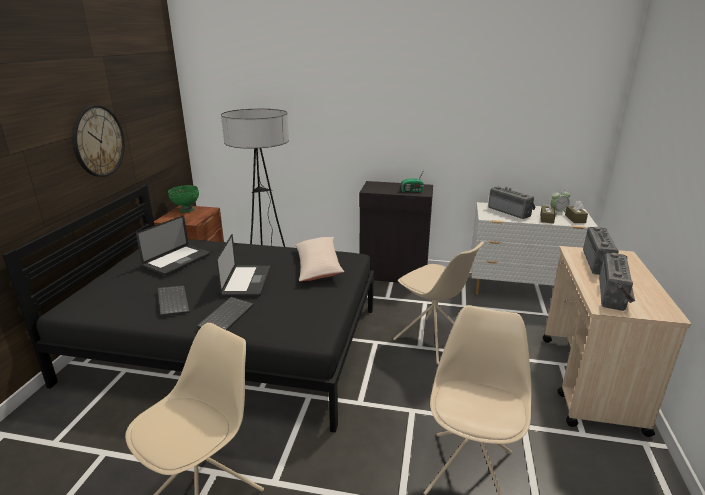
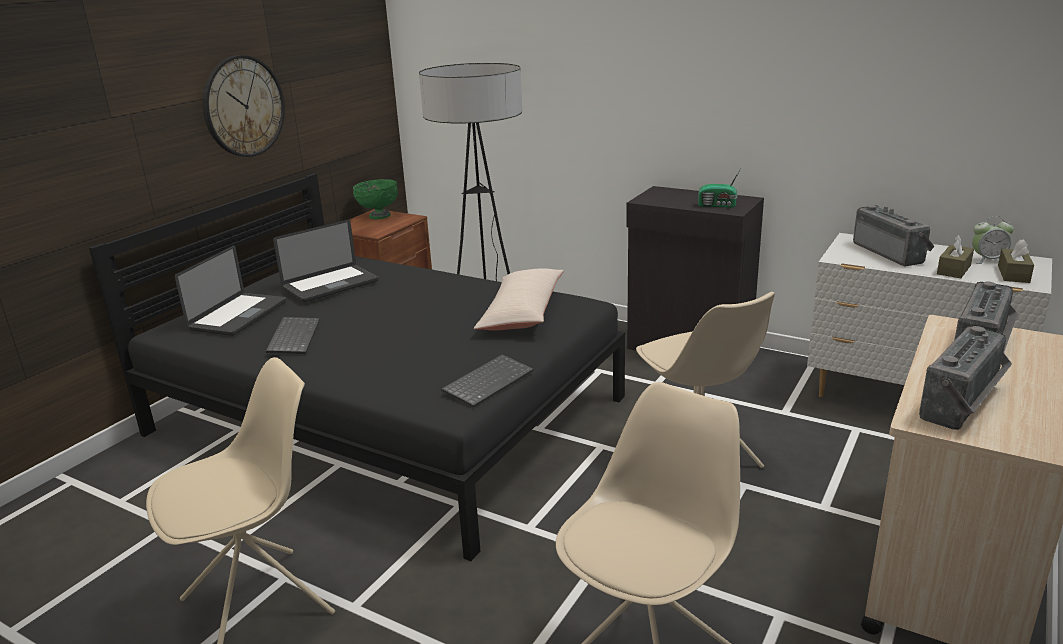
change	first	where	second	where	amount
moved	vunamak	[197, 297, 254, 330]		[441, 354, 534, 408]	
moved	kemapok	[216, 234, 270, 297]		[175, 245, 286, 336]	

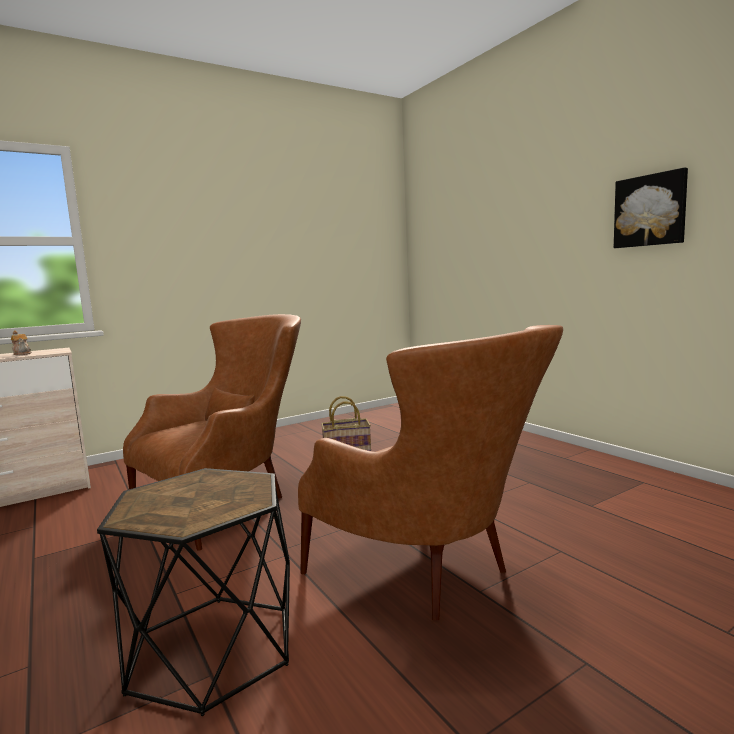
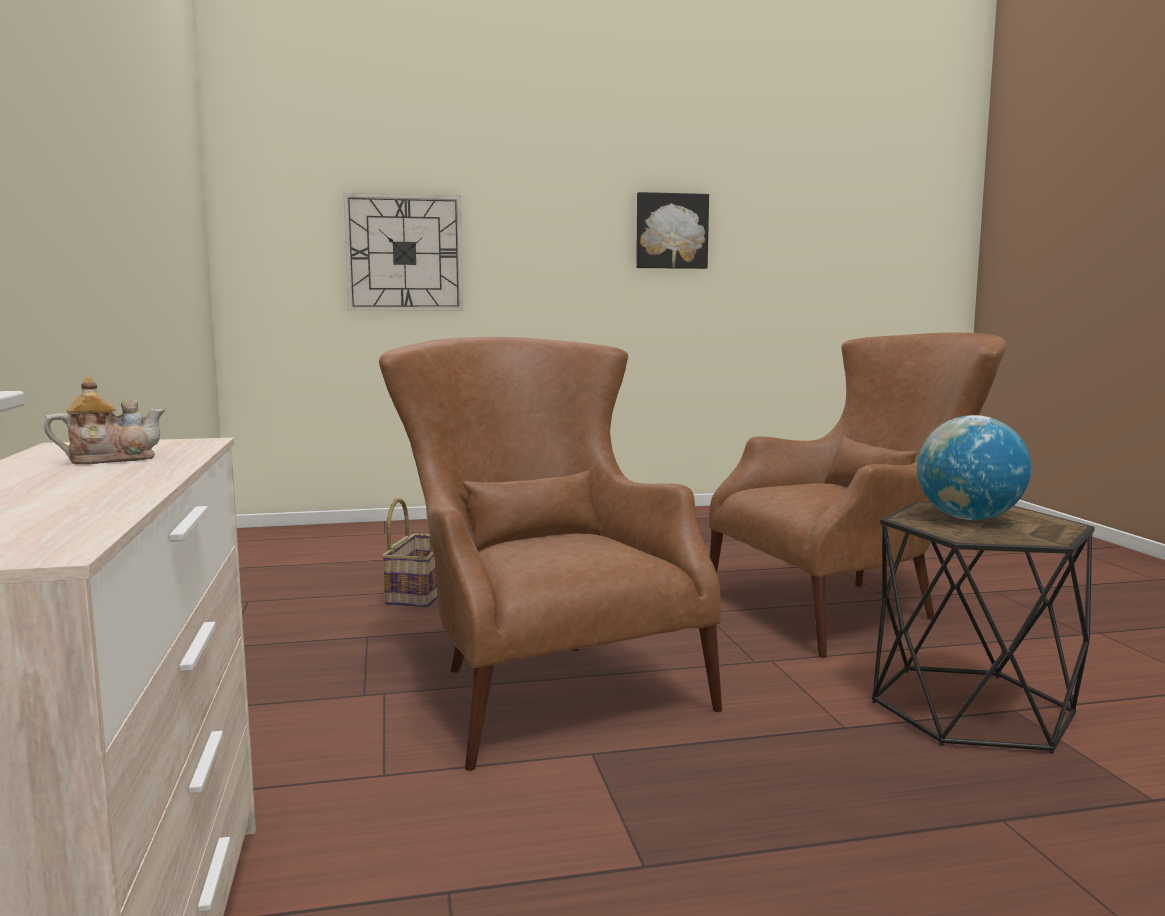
change	first	where	second	where	amount
added			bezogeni	[343, 193, 463, 311]	
added			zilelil	[917, 415, 1031, 520]	

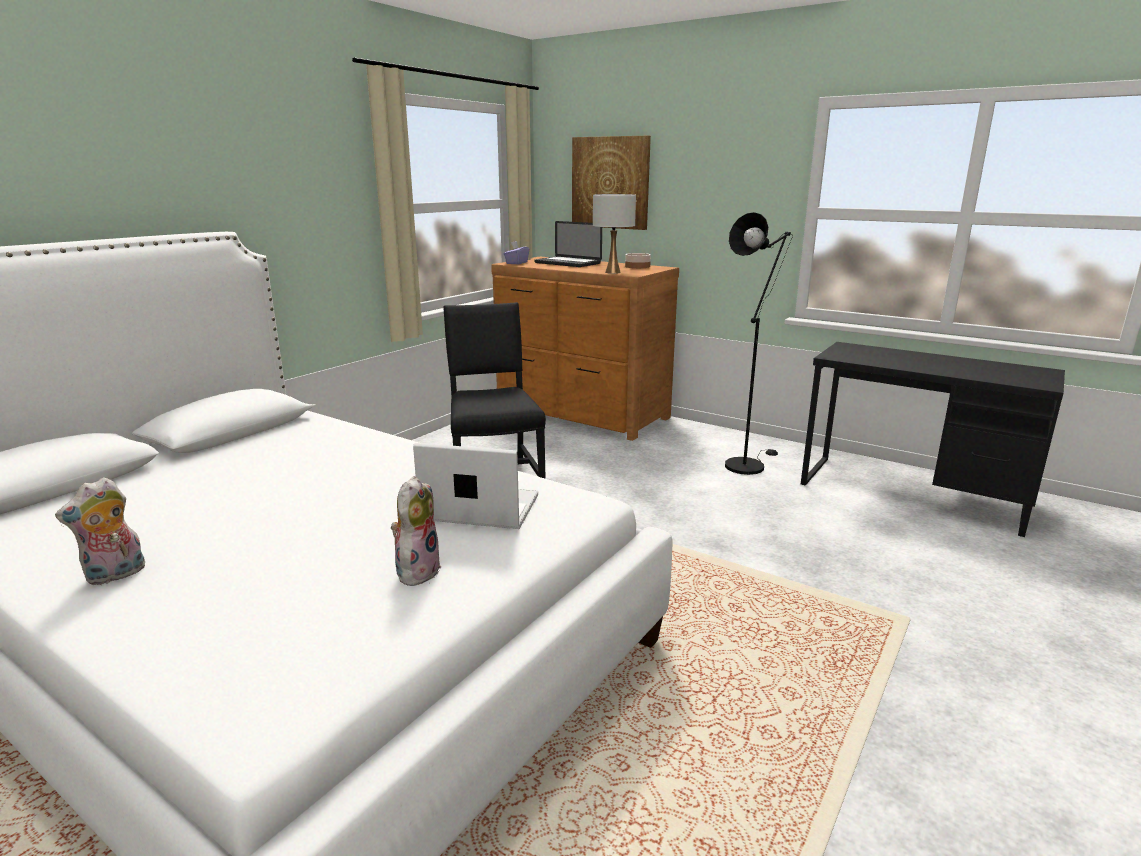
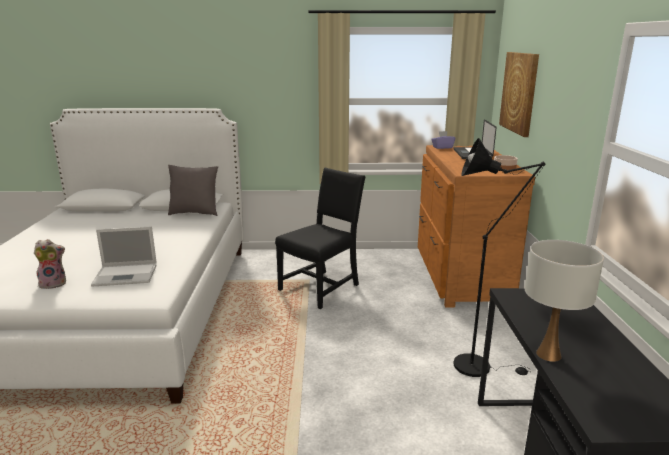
change	first	where	second	where	amount
removed	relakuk	[55, 477, 145, 585]			
added			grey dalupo	[168, 165, 218, 216]	
moved	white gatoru	[593, 194, 636, 274]		[525, 240, 604, 362]	
turned	kemapok	[413, 443, 538, 529]		[91, 227, 157, 287]	105 degrees clockwise

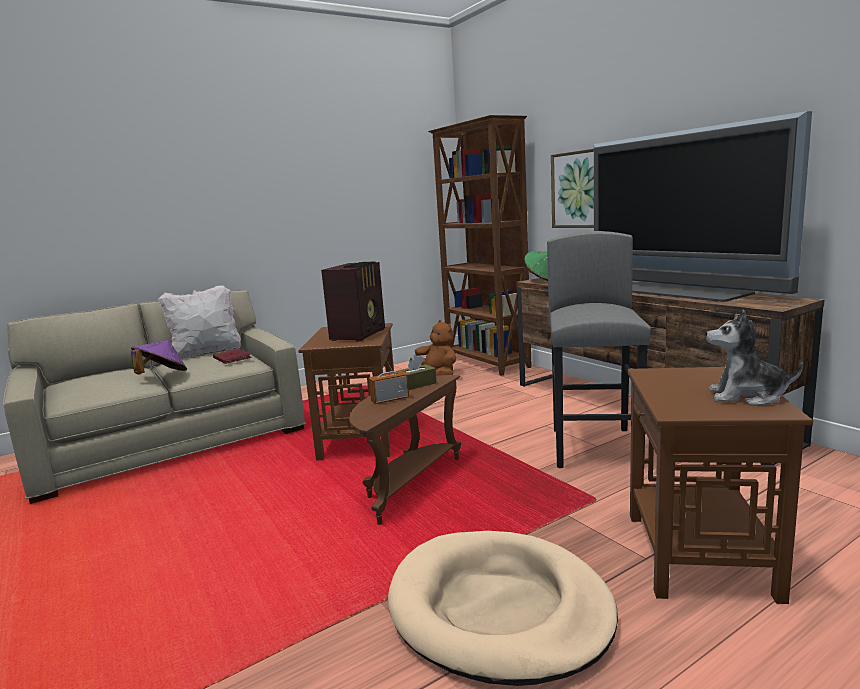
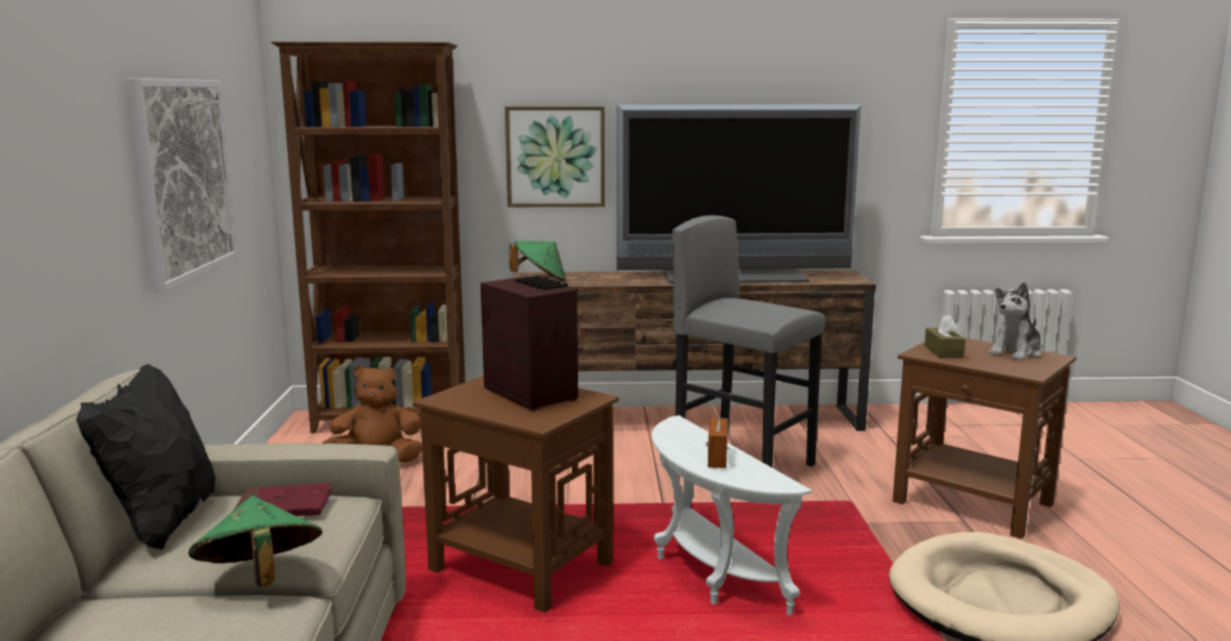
change	first	where	second	where	amount
added			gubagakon	[128, 78, 238, 293]	
moved	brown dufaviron	[396, 355, 437, 390]		[924, 315, 965, 358]	
recoloured	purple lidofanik	[131, 340, 187, 374]	green lidofanik	[189, 496, 322, 586]	
recoloured	white dalupo	[158, 285, 241, 360]	black dalupo	[76, 364, 216, 549]	
recoloured	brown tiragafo	[349, 375, 461, 525]	white tiragafo	[652, 415, 812, 615]	

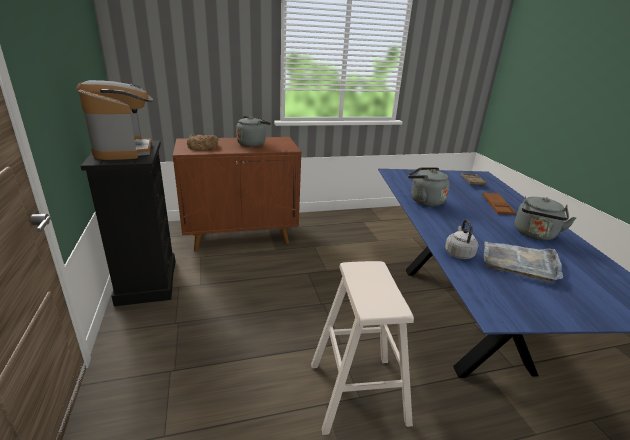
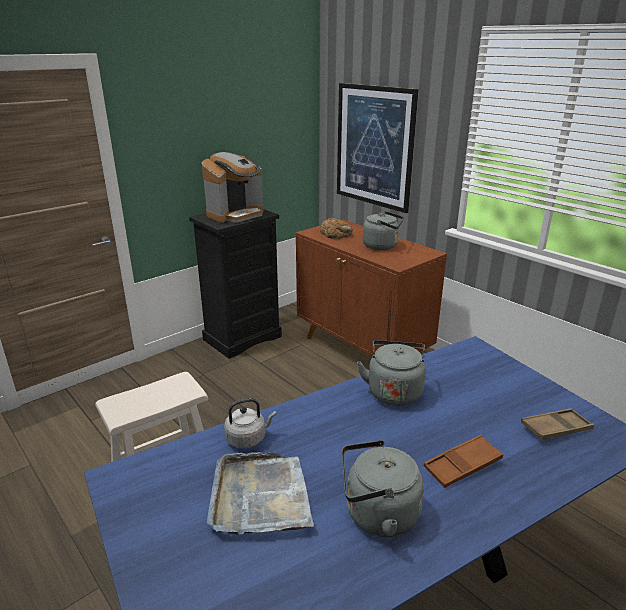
change	first	where	second	where	amount
added			gubagakon	[337, 83, 419, 213]	

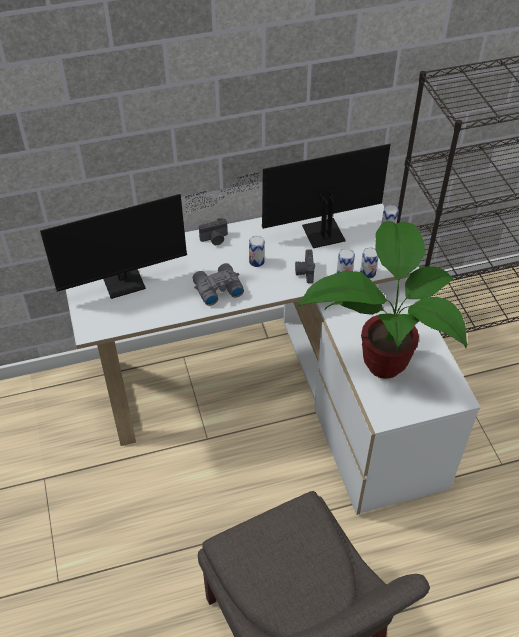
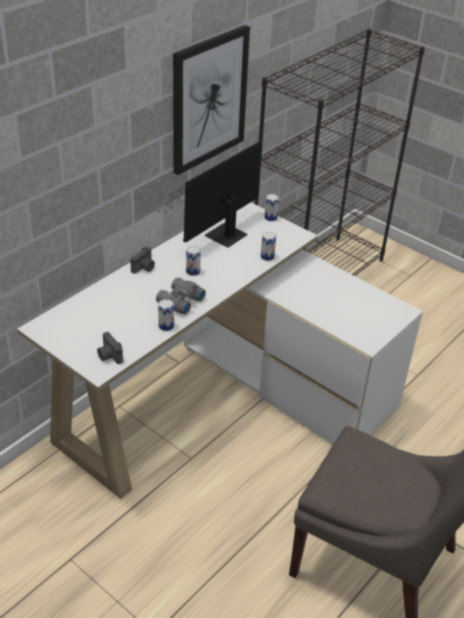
change	first	where	second	where	amount
removed	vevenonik	[40, 191, 225, 299]			
removed	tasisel	[297, 221, 467, 379]			
added			gubagakon	[173, 25, 250, 175]	
moved	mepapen	[295, 249, 315, 283]		[97, 332, 123, 364]	
moved	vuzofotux	[360, 247, 378, 279]		[158, 299, 174, 331]	

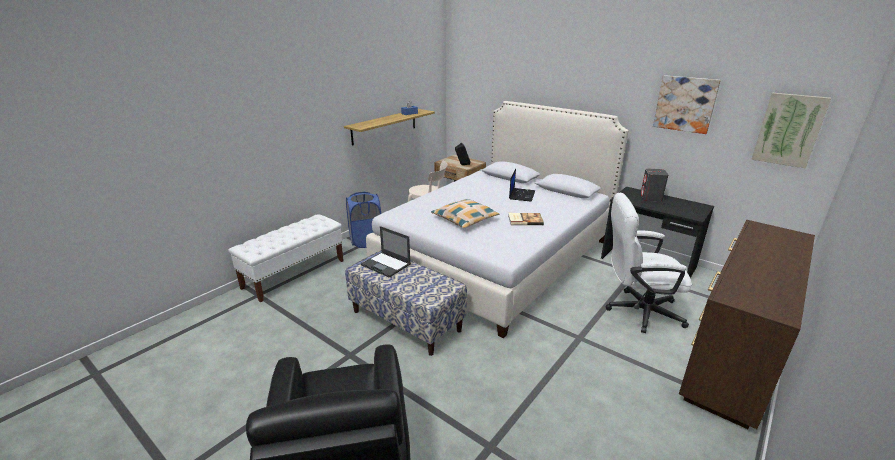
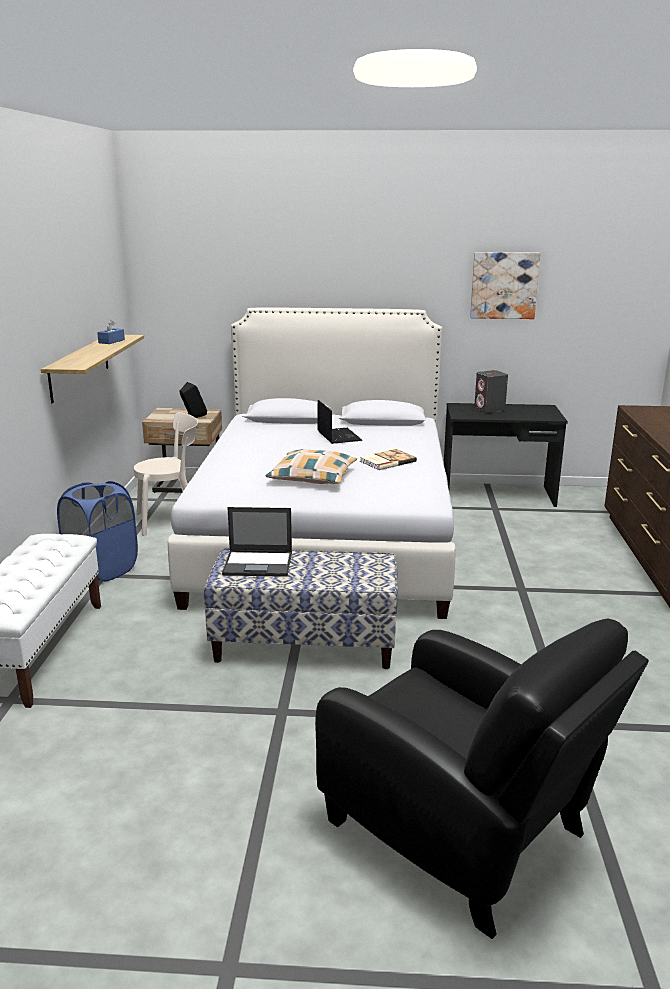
change	first	where	second	where	amount
removed	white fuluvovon	[605, 193, 692, 333]			
removed	gubagakon	[751, 93, 831, 168]			

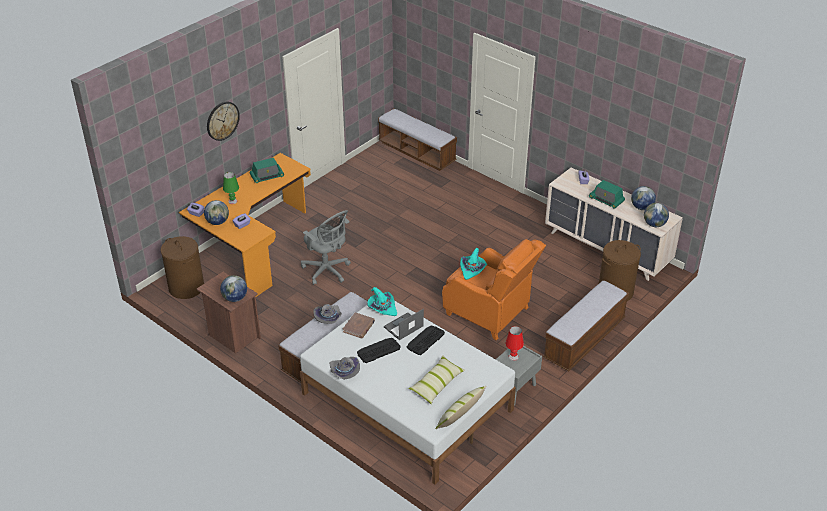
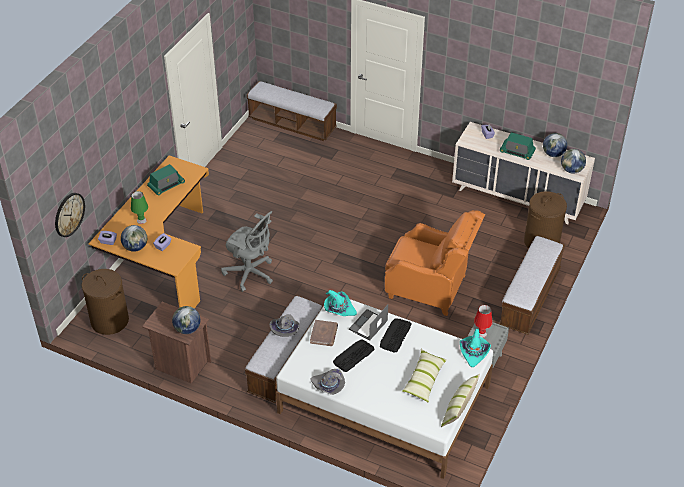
change	first	where	second	where	amount
moved	bezogeni	[207, 102, 240, 141]		[55, 193, 85, 237]	
moved	turquoise lidofanik	[460, 248, 487, 280]		[460, 329, 491, 367]	

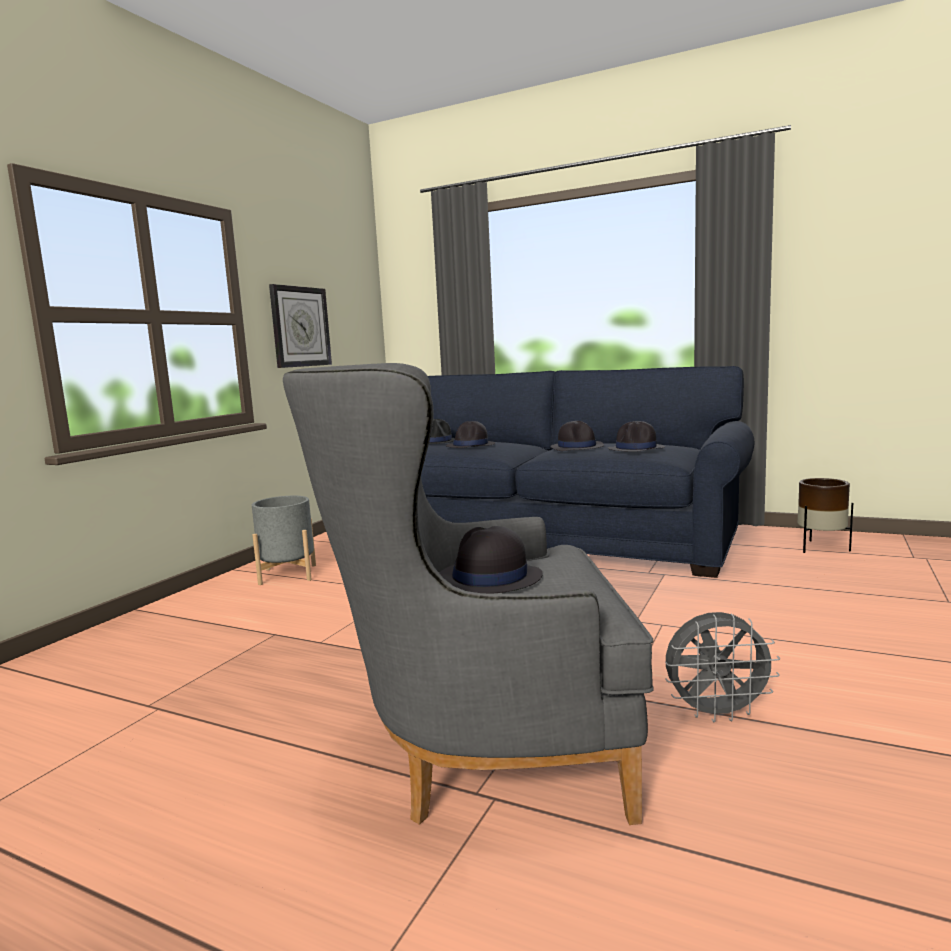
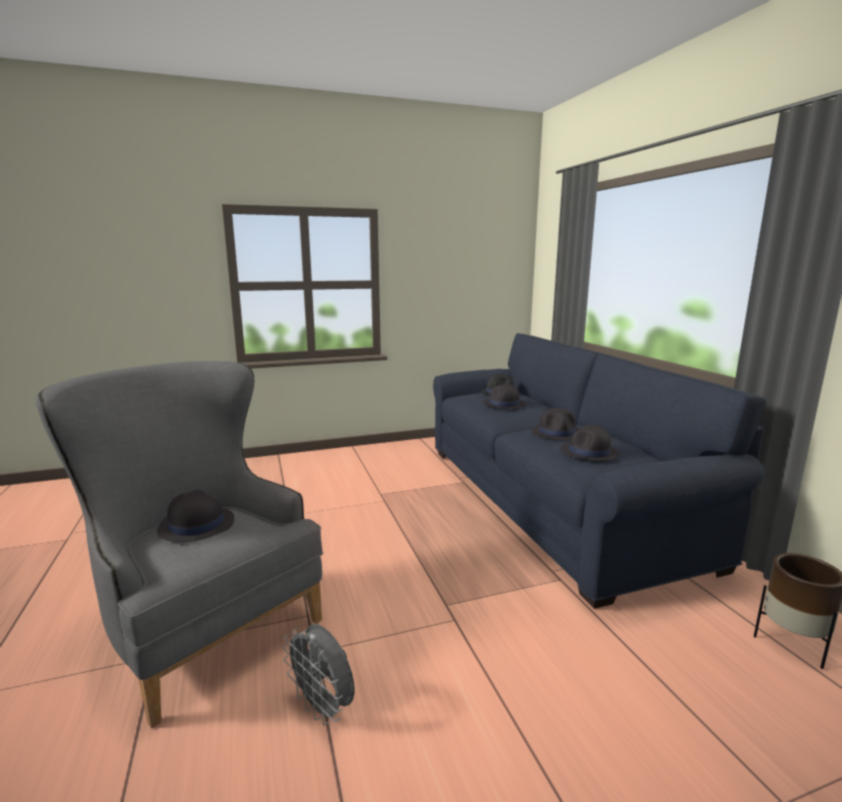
change	first	where	second	where	amount
removed	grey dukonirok	[252, 496, 316, 585]			
removed	bezogeni	[269, 284, 332, 368]			

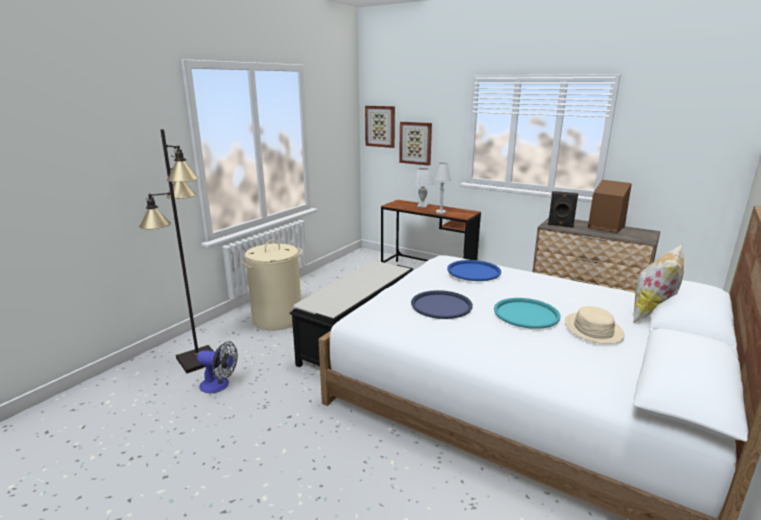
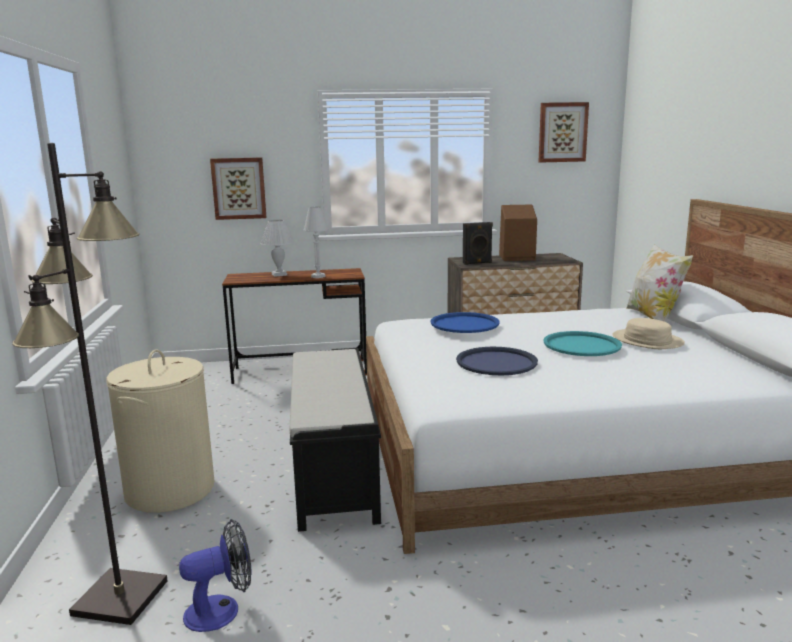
change	first	where	second	where	amount
moved	gubagakon	[365, 106, 395, 148]		[539, 102, 589, 163]	

